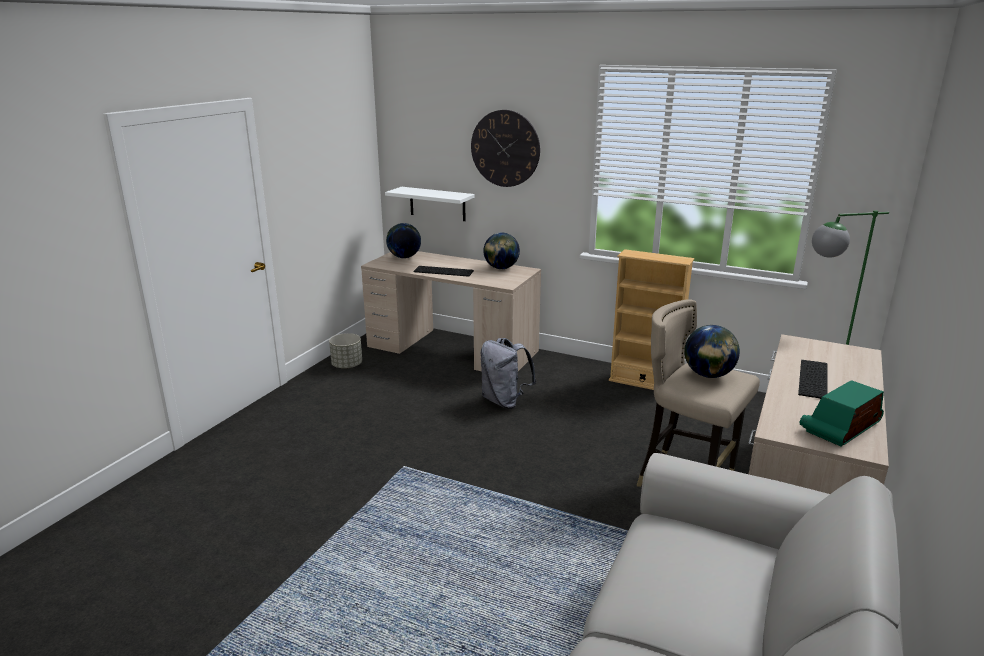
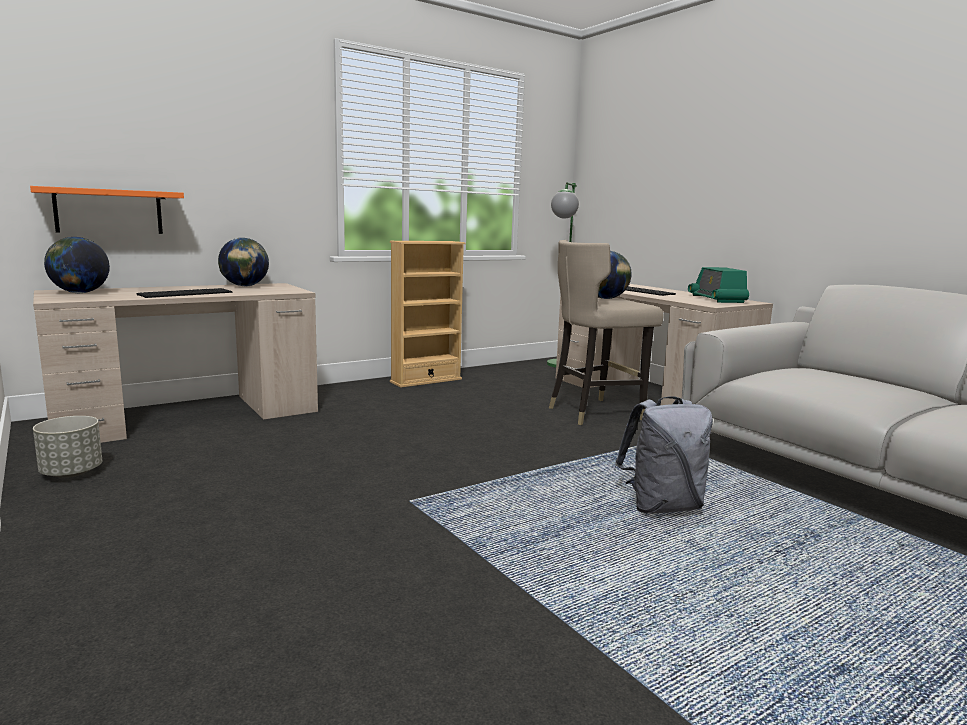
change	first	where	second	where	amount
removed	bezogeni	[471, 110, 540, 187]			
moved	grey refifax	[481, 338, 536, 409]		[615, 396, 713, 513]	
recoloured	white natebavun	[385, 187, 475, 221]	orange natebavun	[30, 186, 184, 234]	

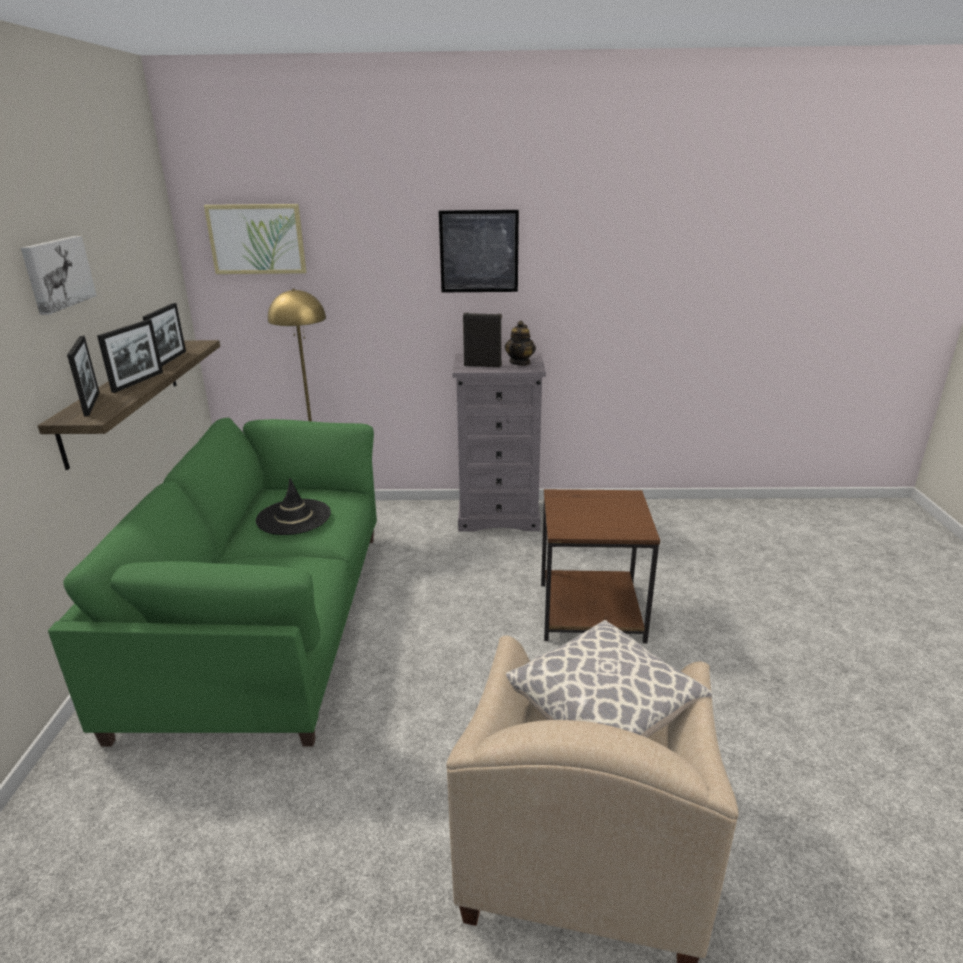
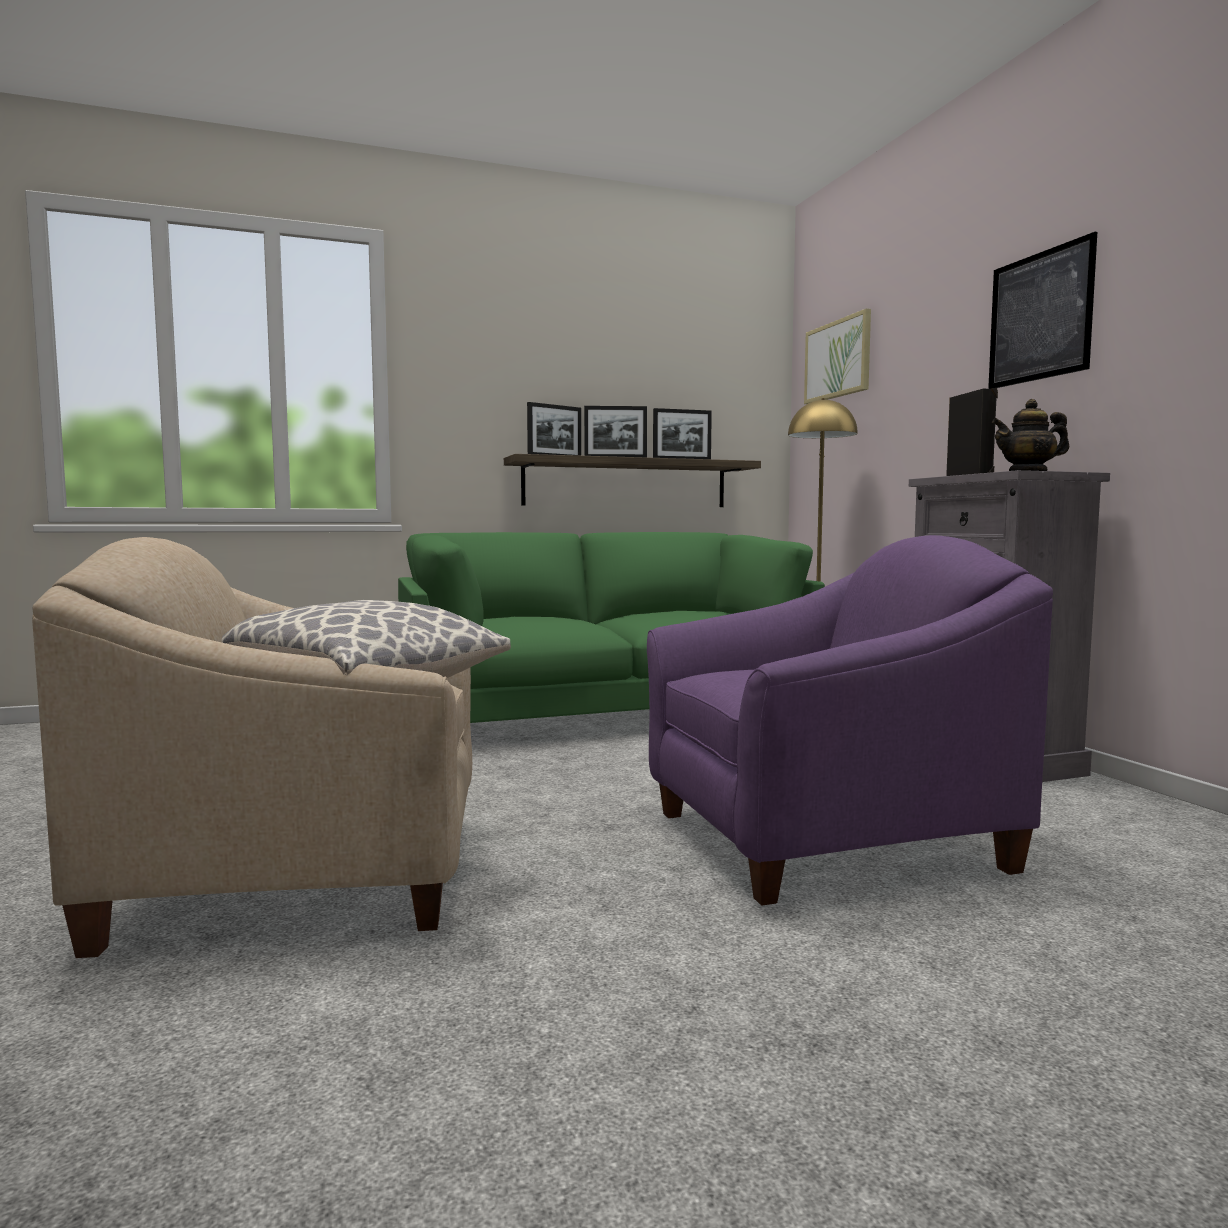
change	first	where	second	where	amount
removed	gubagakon	[21, 236, 97, 315]			
removed	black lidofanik	[256, 478, 331, 535]			
replaced	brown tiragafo	[541, 489, 660, 643]	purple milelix	[647, 535, 1053, 906]	

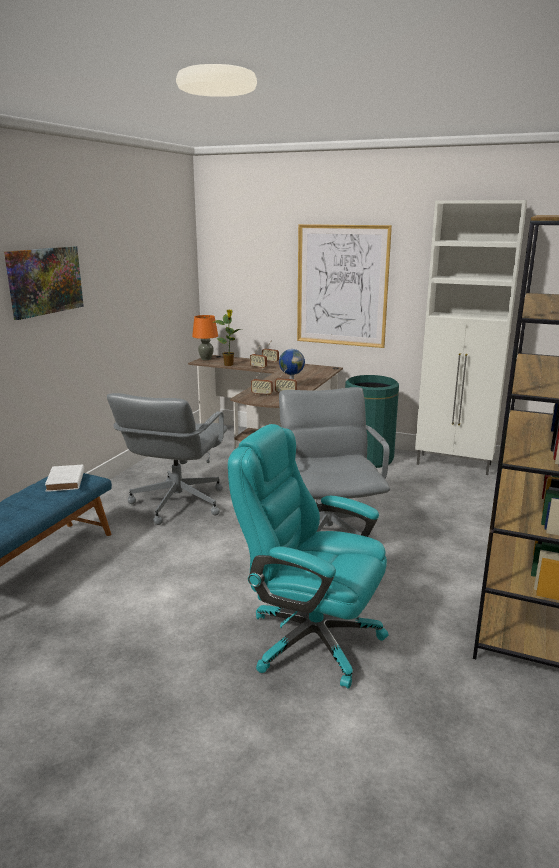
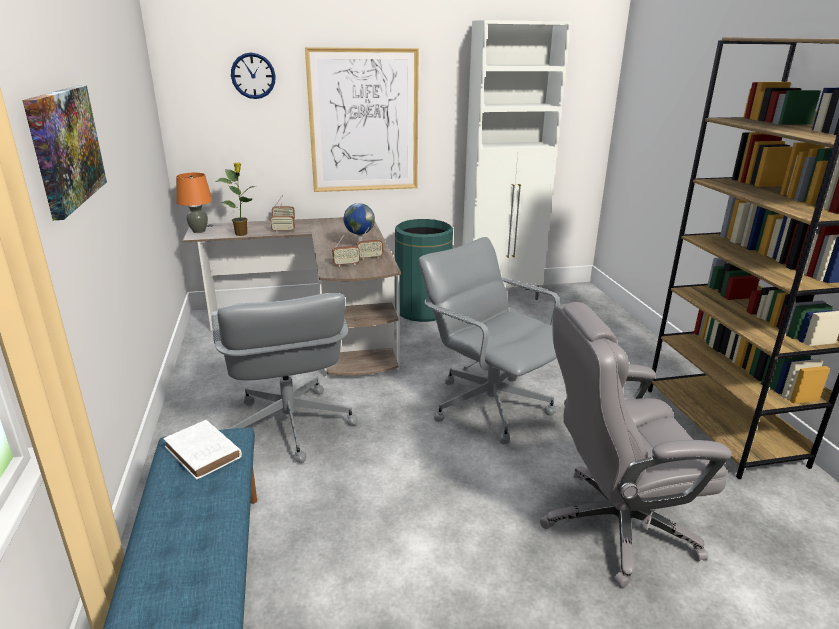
change	first	where	second	where	amount
added			bezogeni	[231, 53, 276, 99]	
recoloured	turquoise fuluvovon	[228, 424, 389, 689]	grey fuluvovon	[540, 302, 732, 588]	

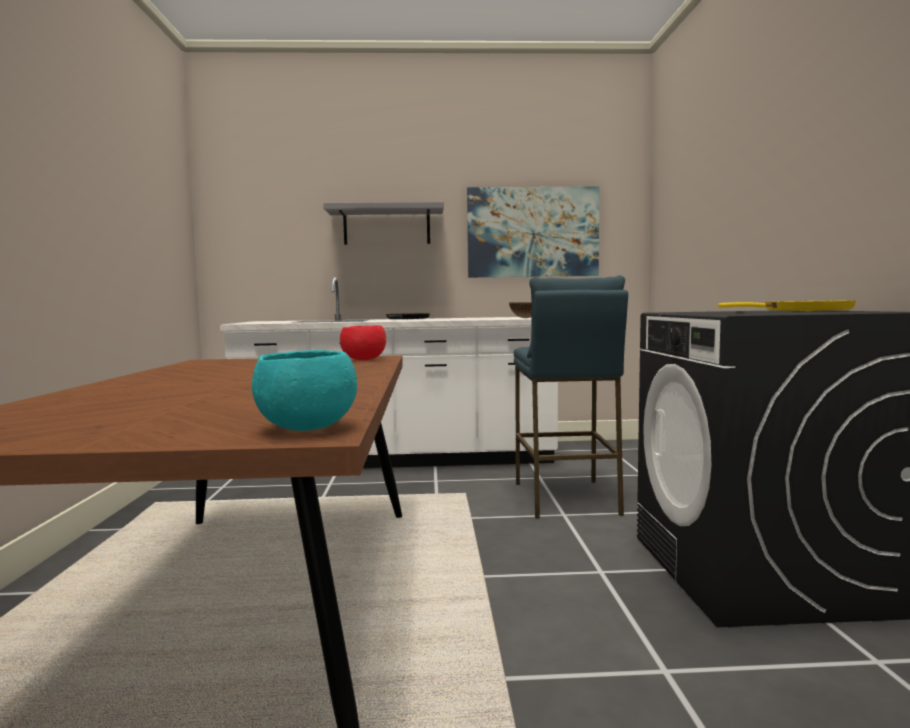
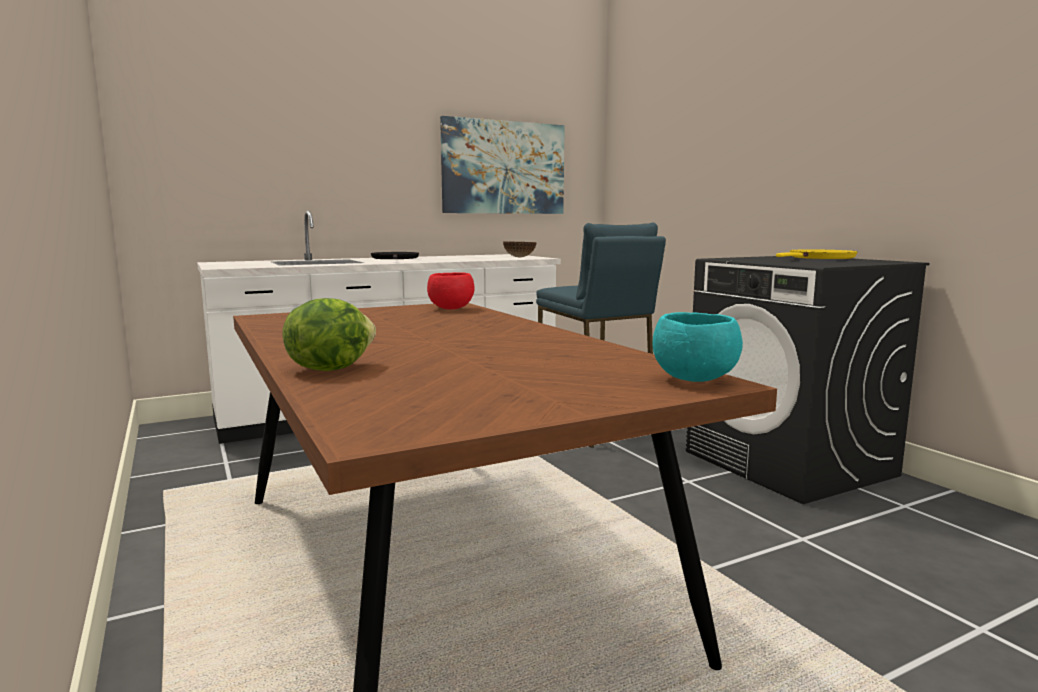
change	first	where	second	where	amount
removed	grey natebavun	[323, 202, 444, 245]			
added			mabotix	[283, 298, 376, 371]	

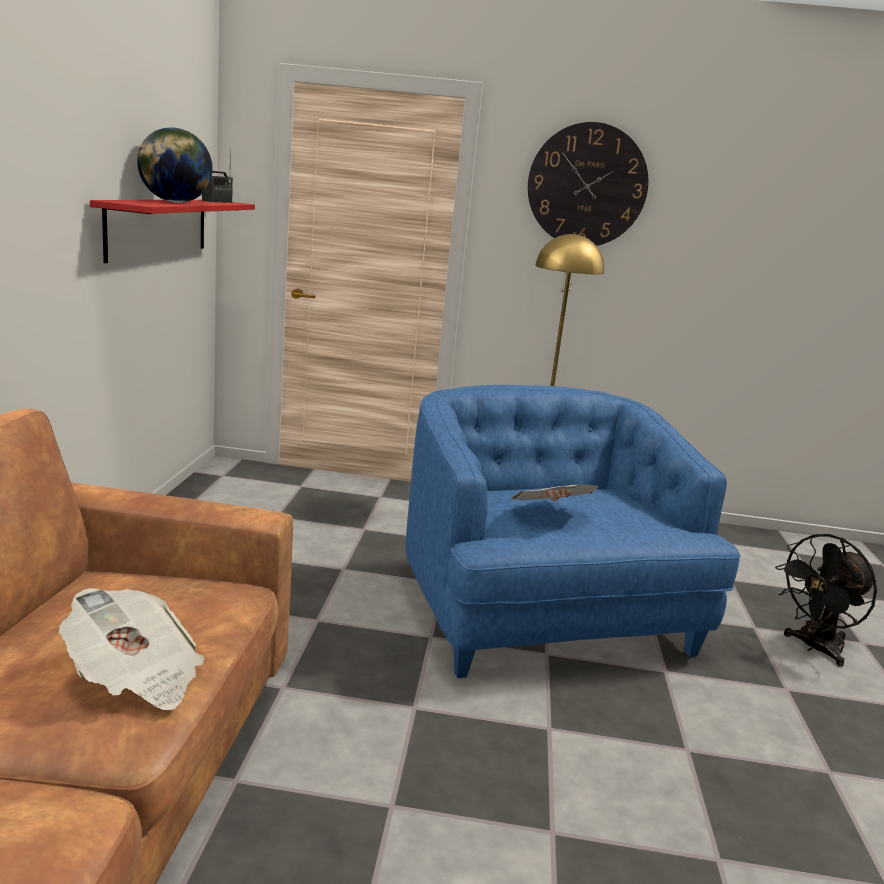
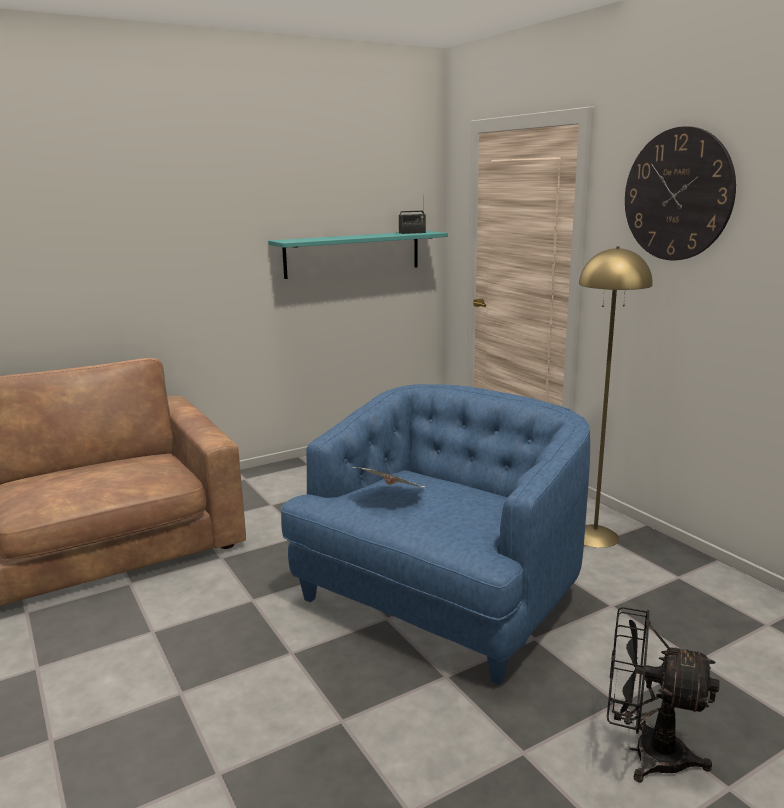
change	first	where	second	where	amount
removed	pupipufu	[59, 588, 204, 710]			
removed	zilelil	[137, 127, 213, 203]			
recoloured	red natebavun	[90, 200, 255, 263]	turquoise natebavun	[268, 231, 448, 279]	

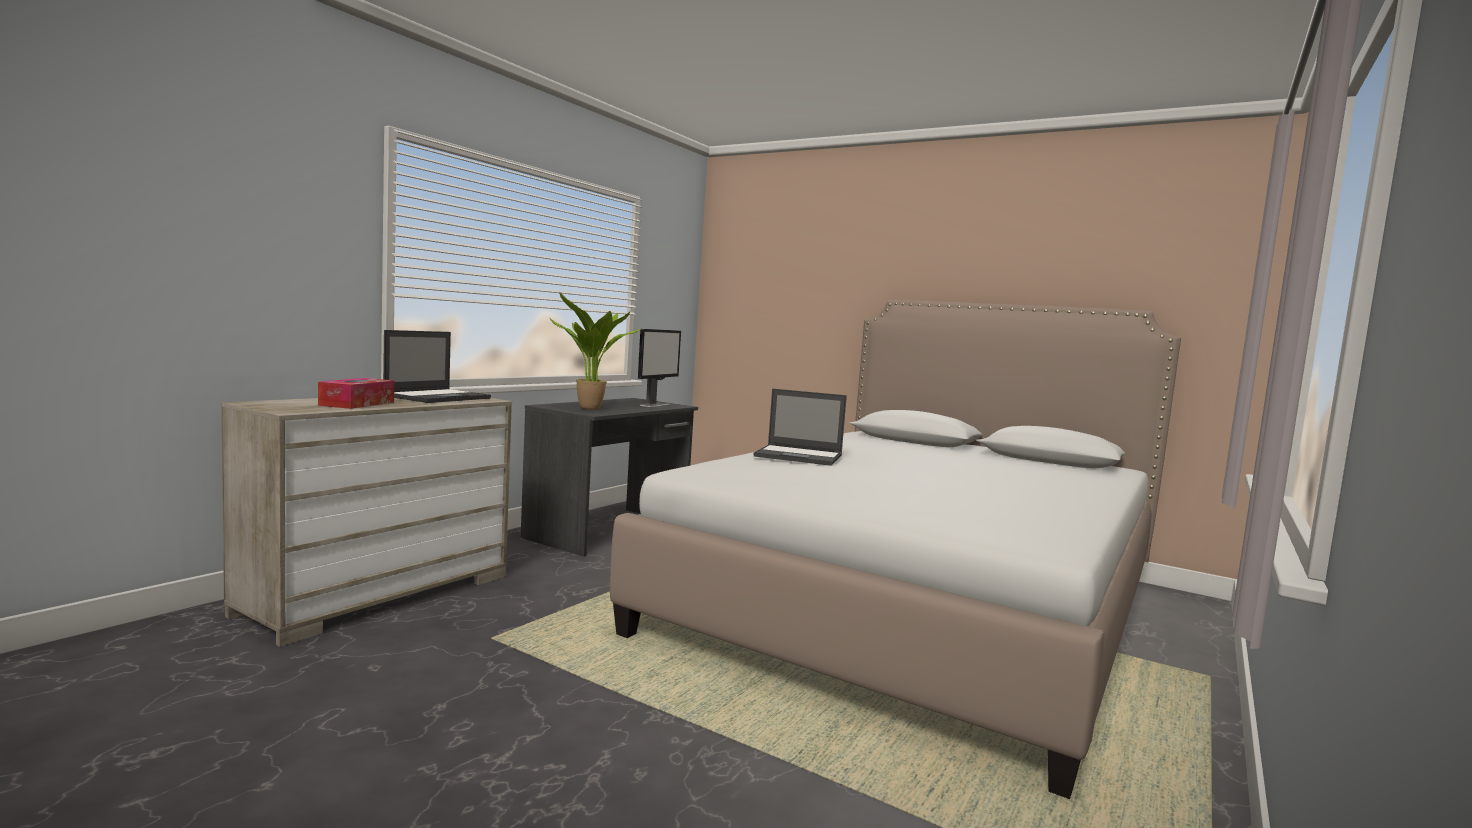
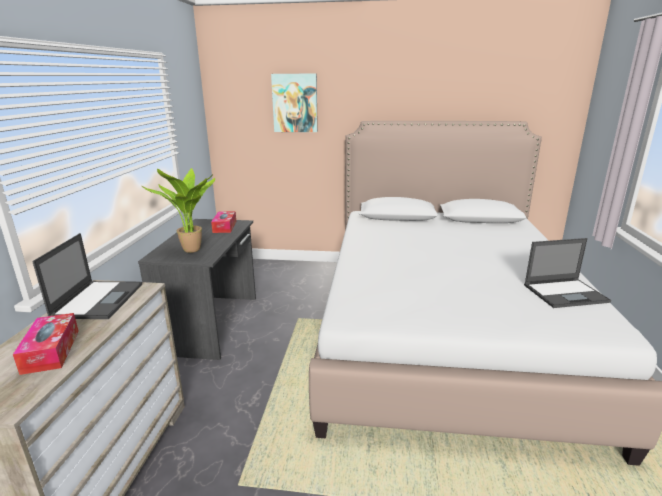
change	first	where	second	where	amount
added			gubagakon	[271, 73, 318, 132]	
moved	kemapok	[753, 389, 847, 466]		[524, 238, 611, 308]	
replaced	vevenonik	[638, 329, 681, 407]	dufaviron	[211, 211, 236, 233]	

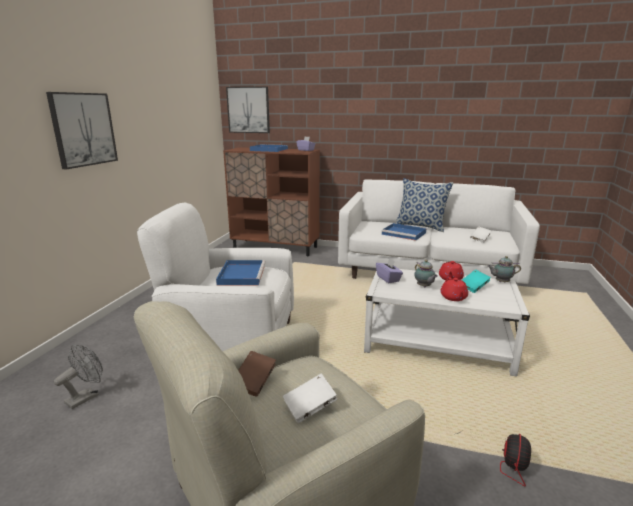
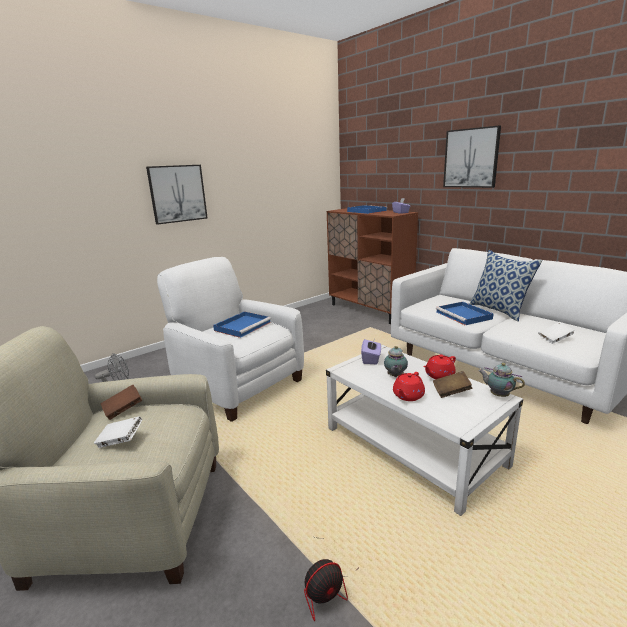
change	first	where	second	where	amount
moved	gubagakon	[226, 86, 270, 133]		[443, 126, 501, 188]	
recoloured	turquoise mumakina	[462, 270, 491, 293]	brown mumakina	[433, 371, 472, 398]	

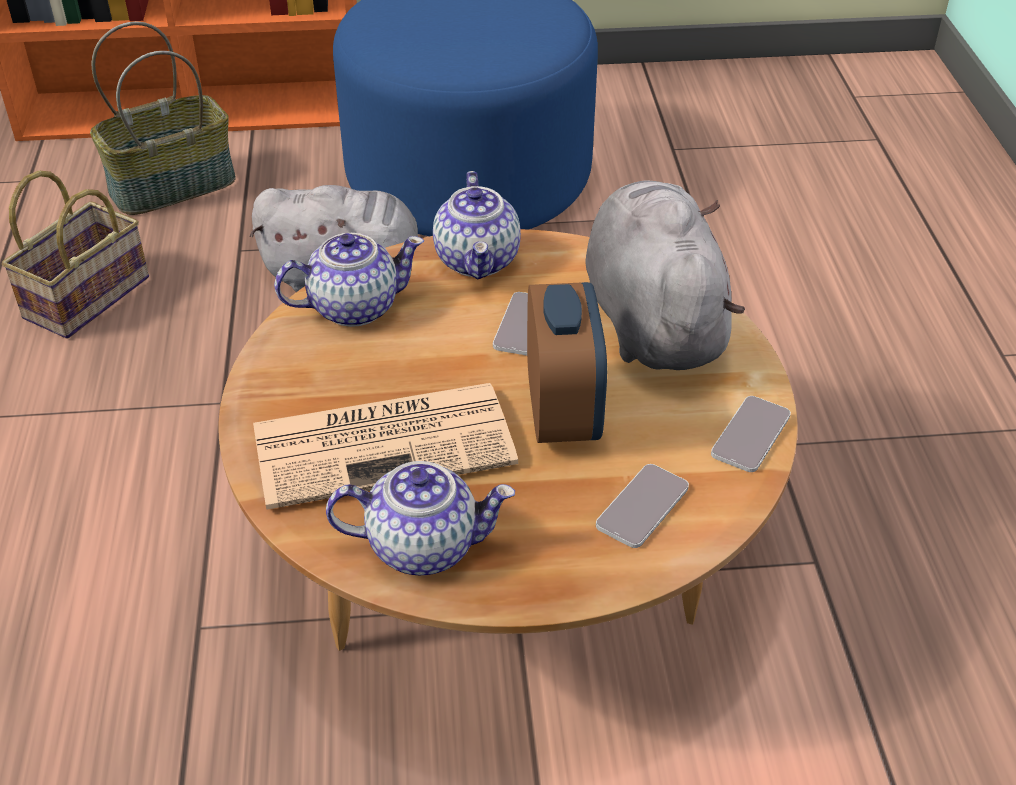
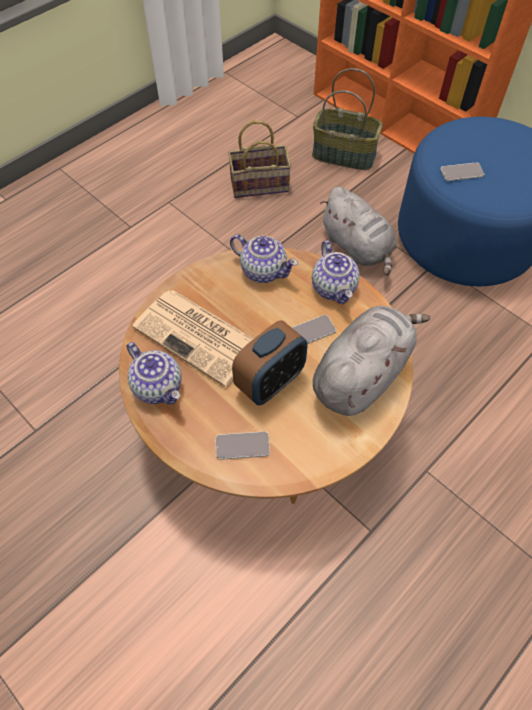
change	first	where	second	where	amount
moved	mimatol	[711, 396, 791, 472]		[440, 163, 484, 181]	
turned	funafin	[433, 171, 521, 279]		[312, 240, 360, 304]	60 degrees counterclockwise

